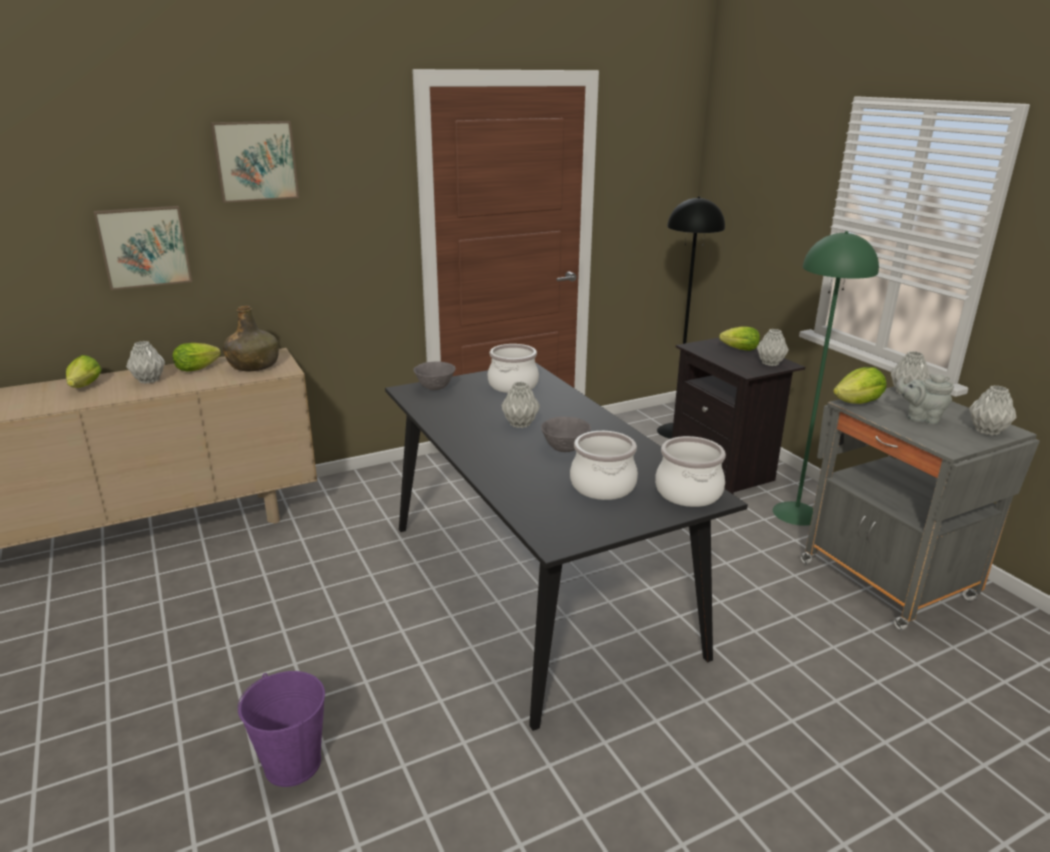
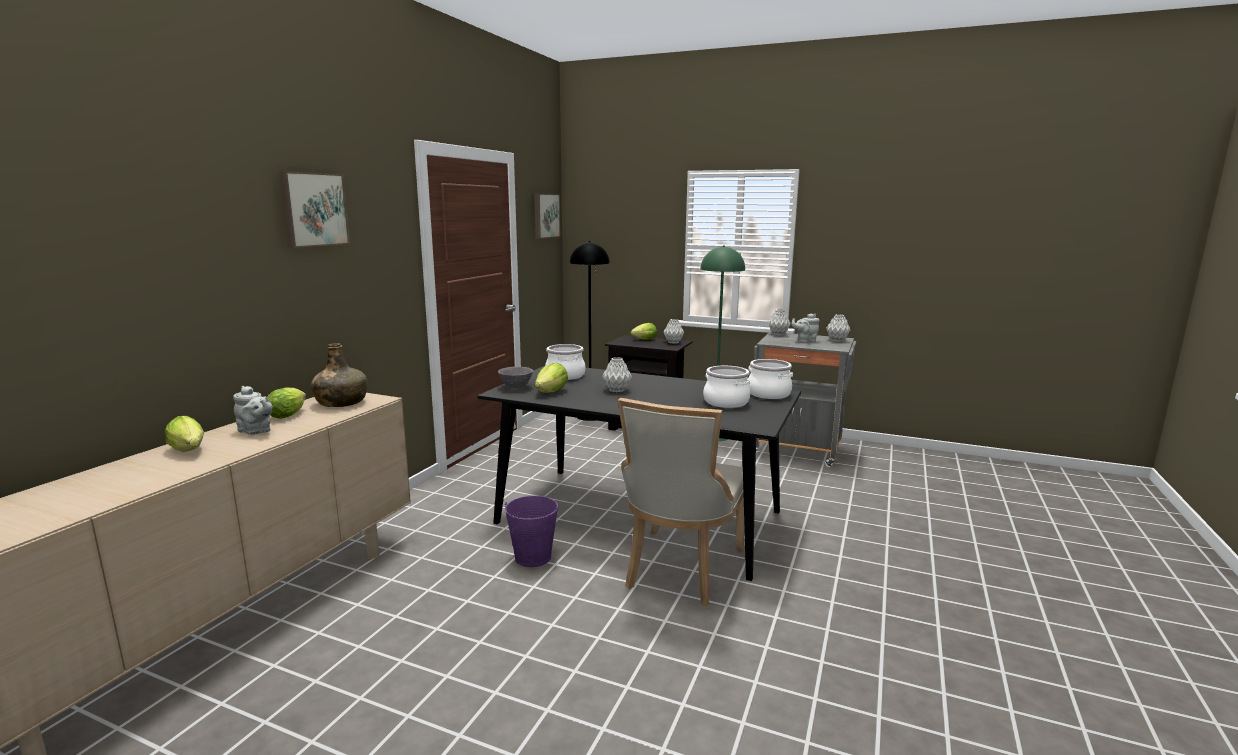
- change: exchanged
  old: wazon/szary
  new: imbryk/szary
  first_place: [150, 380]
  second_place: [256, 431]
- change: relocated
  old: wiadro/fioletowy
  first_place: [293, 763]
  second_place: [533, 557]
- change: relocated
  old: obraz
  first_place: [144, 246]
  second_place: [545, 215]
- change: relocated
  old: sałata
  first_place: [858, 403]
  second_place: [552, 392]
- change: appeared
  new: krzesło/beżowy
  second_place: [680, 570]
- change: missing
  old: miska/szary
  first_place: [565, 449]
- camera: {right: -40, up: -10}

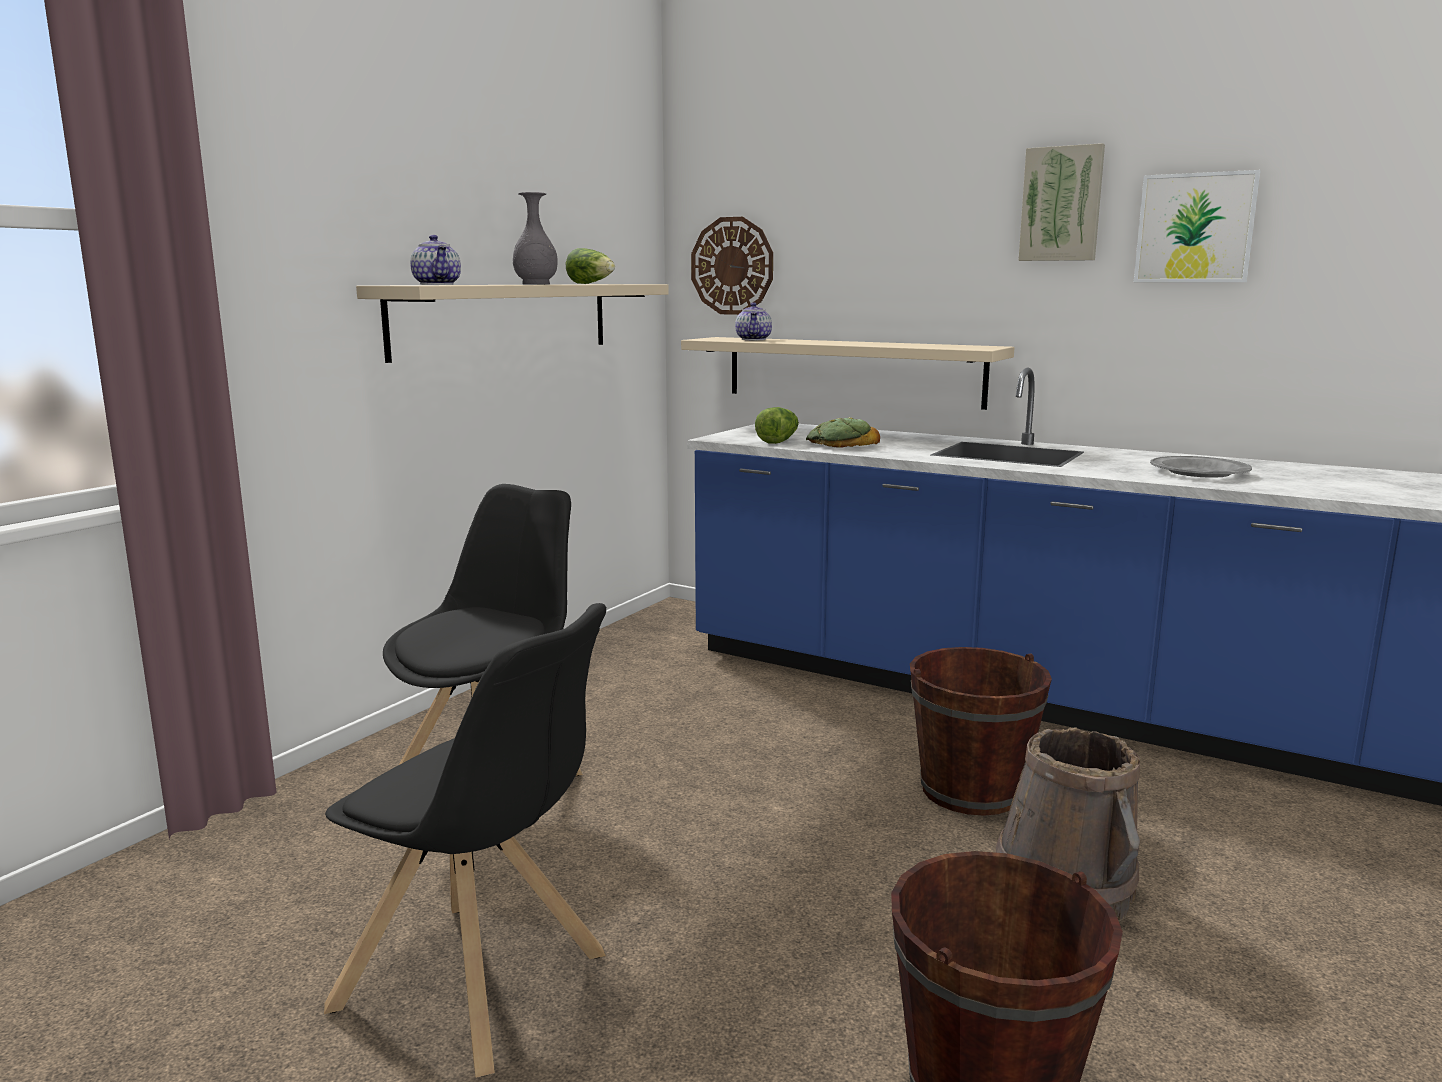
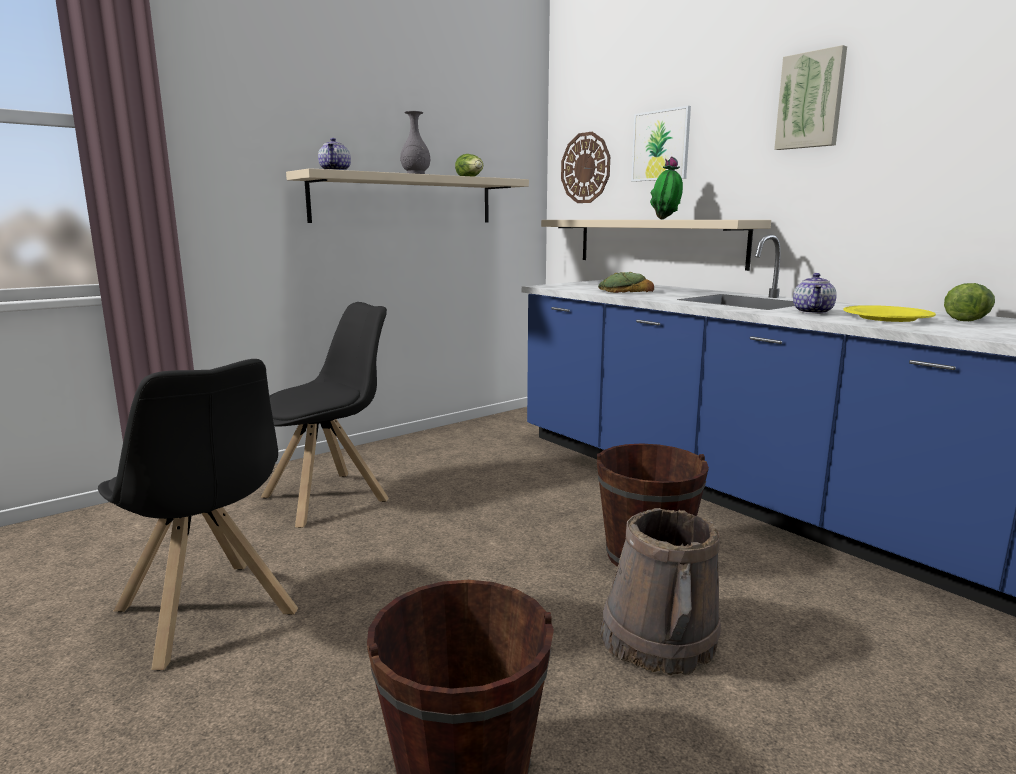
- change: relocated
  old: obraz
  first_place: [1195, 228]
  second_place: [661, 145]
- change: appeared
  new: roślina doniczkowa
  second_place: [665, 219]
- change: relocated
  old: imbryk
  first_place: [754, 339]
  second_place: [813, 312]
- change: colour
  old: talerz/szary
  new: talerz/żółty
  first_place: [1200, 472]
  second_place: [887, 318]
- change: relocated
  old: sałata
  first_place: [778, 441]
  second_place: [967, 319]
- camera: {right: 20, up: 0}

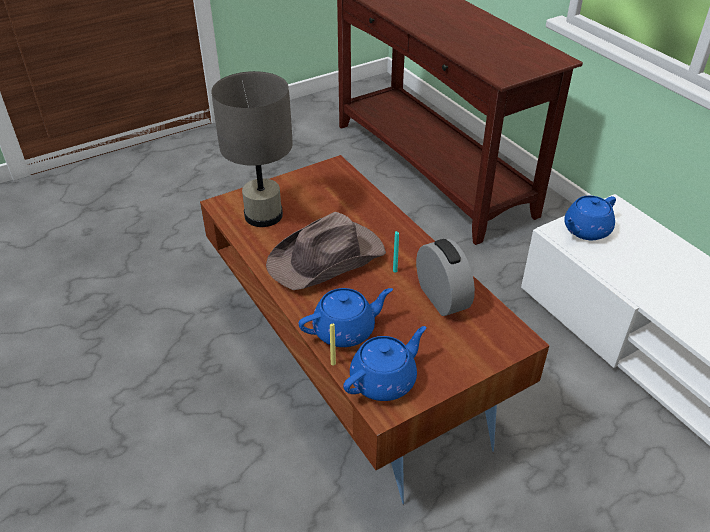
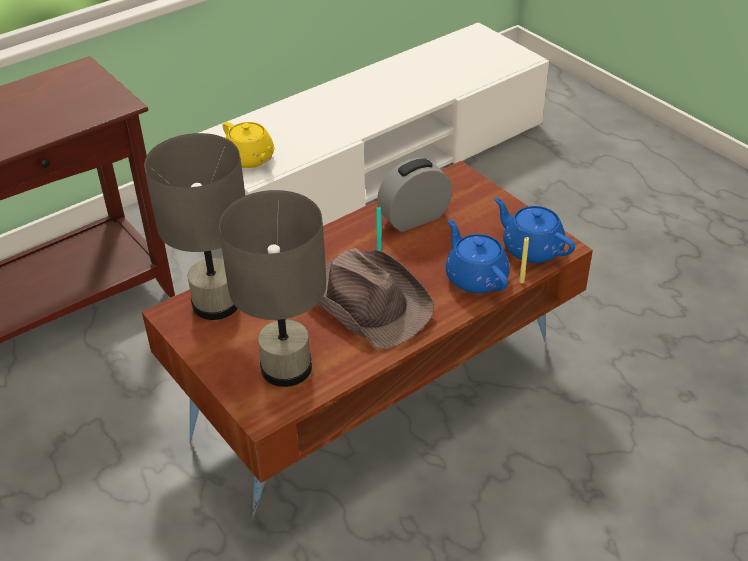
- change: appeared
  new: lampa stołowa/szary
  second_place: [215, 304]
- change: colour
  old: imbryk/niebieski
  new: imbryk/żółty
  first_place: [585, 230]
  second_place: [250, 159]
- camera: {right: -95, up: 0}

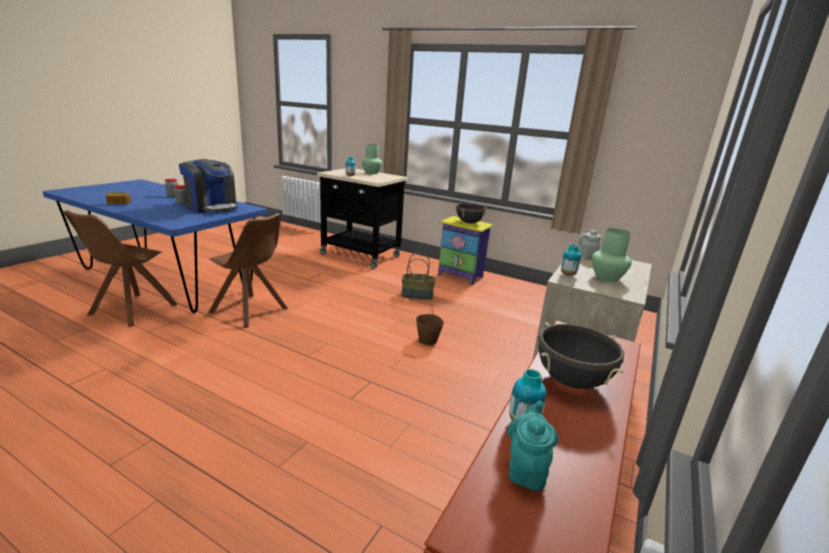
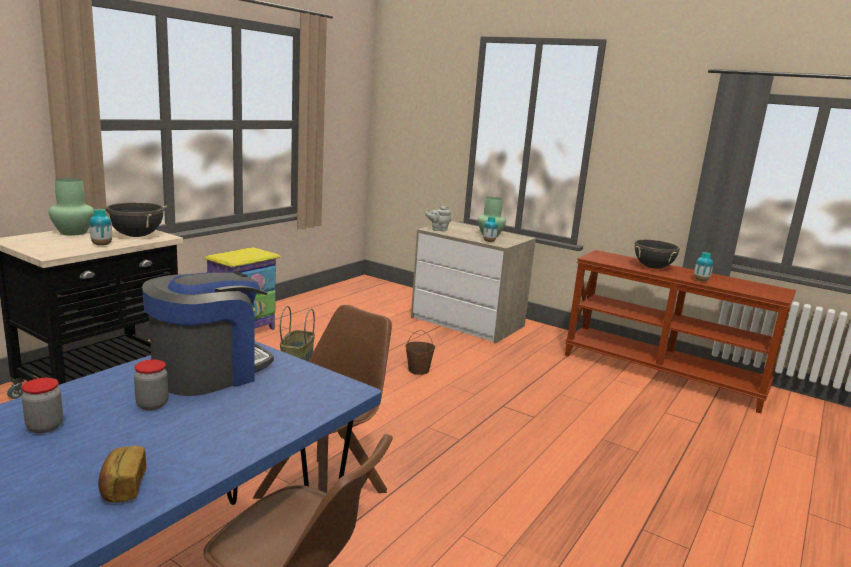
- change: relocated
  old: garnek/czarny
  first_place: [469, 222]
  second_place: [136, 236]
- change: missing
  old: imbryk/turkusowy
  first_place: [526, 469]
- camera: {right: -85, up: -5}

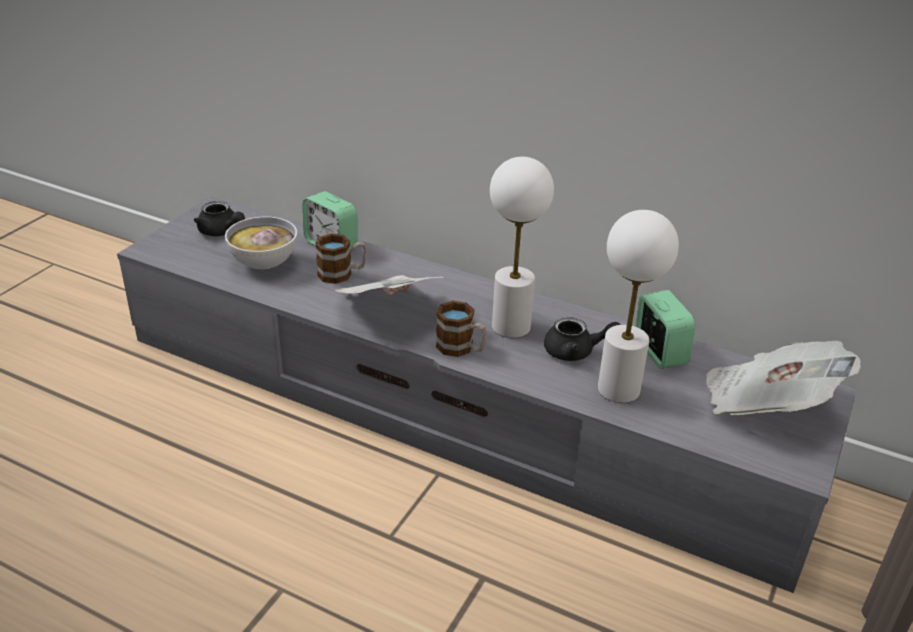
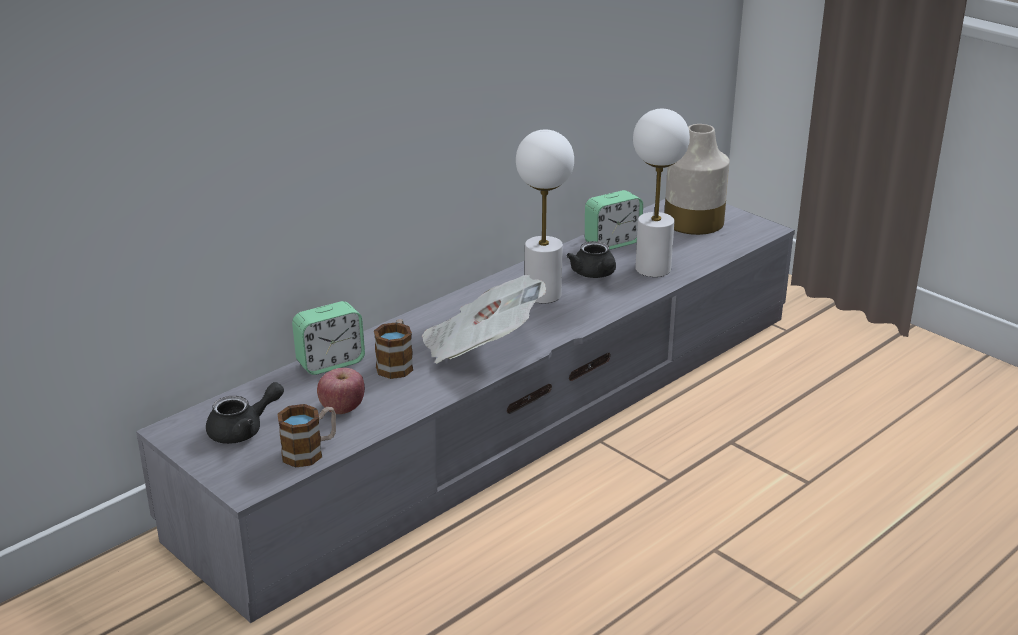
- change: relocated
  old: kubek
  first_place: [461, 348]
  second_place: [310, 451]
- change: exchanged
  old: miska
  new: jabłko
  first_place: [264, 264]
  second_place: [342, 408]
- change: spun
  old: imbryk/czarny
  first_place: [576, 352]
  second_place: [595, 274]
  degrees: 135
- change: spun
  old: budzik
  first_place: [659, 352]
  second_place: [612, 242]
  degrees: 150
- change: exchanged
  old: gazeta
  new: wazon/beżowy
  first_place: [767, 405]
  second_place: [693, 221]
- camera: {right: -70, up: -5}

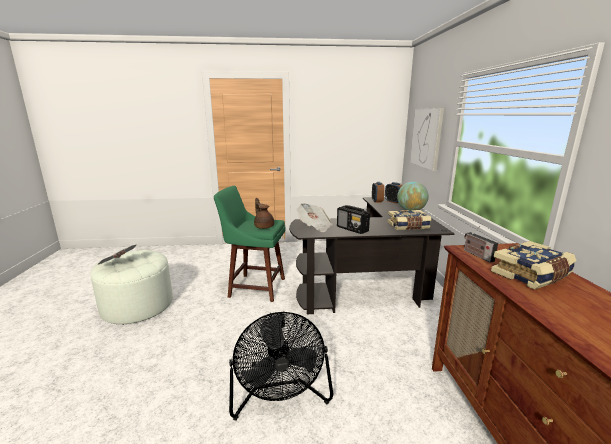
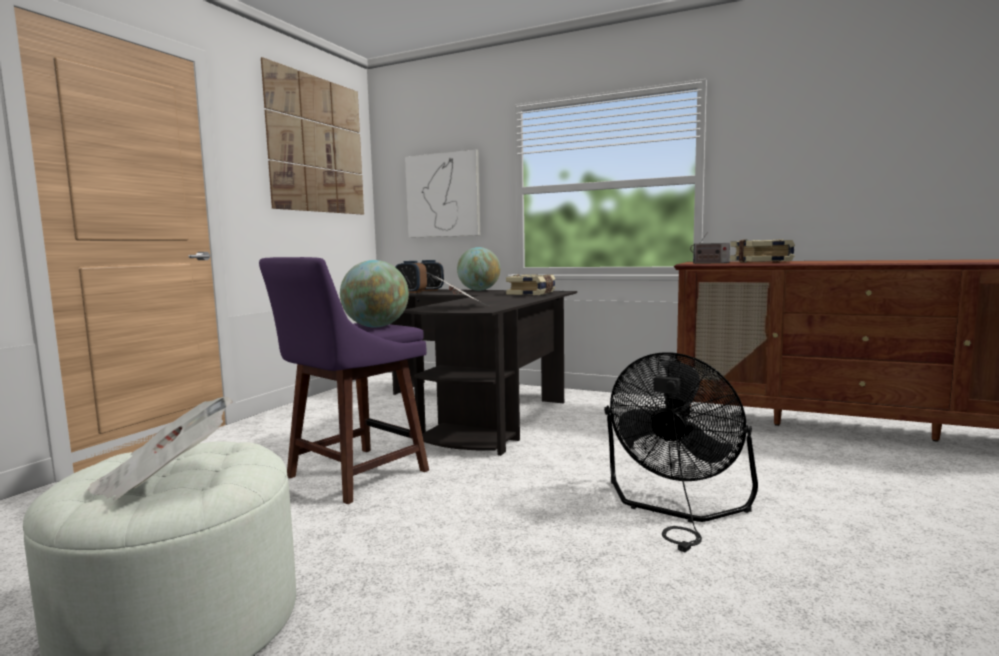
- change: colour
  old: stołek/zielony
  new: stołek/fioletowy
  first_place: [254, 287]
  second_place: [352, 475]
- change: appeared
  new: obraz
  second_place: [317, 145]
- change: exchanged
  old: imbryk/brązowy
  new: globus
  first_place: [264, 226]
  second_place: [376, 327]
- change: spun
  old: wentylator/czarny
  first_place: [276, 396]
  second_place: [673, 507]
  degrees: -75
- change: missing
  old: radio
  first_place: [352, 229]
- camera: {right: -60, up: -10}

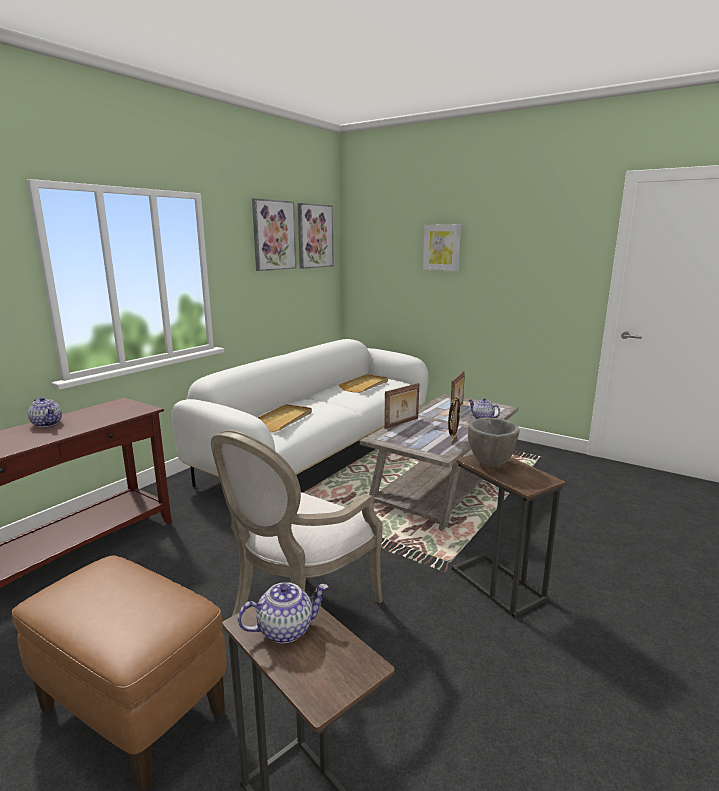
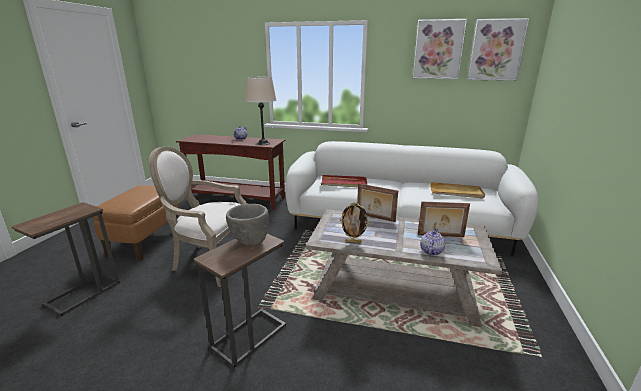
- change: appeared
  new: lampa stołowa/beżowy
  second_place: [263, 143]
- change: colour
  old: taca/beżowy
  new: taca/czerwony
  first_place: [283, 420]
  second_place: [344, 183]
- change: missing
  old: imbryk
  first_place: [285, 629]
- change: missing
  old: obraz
  first_place: [442, 247]
- camera: {right: 70, up: 5}

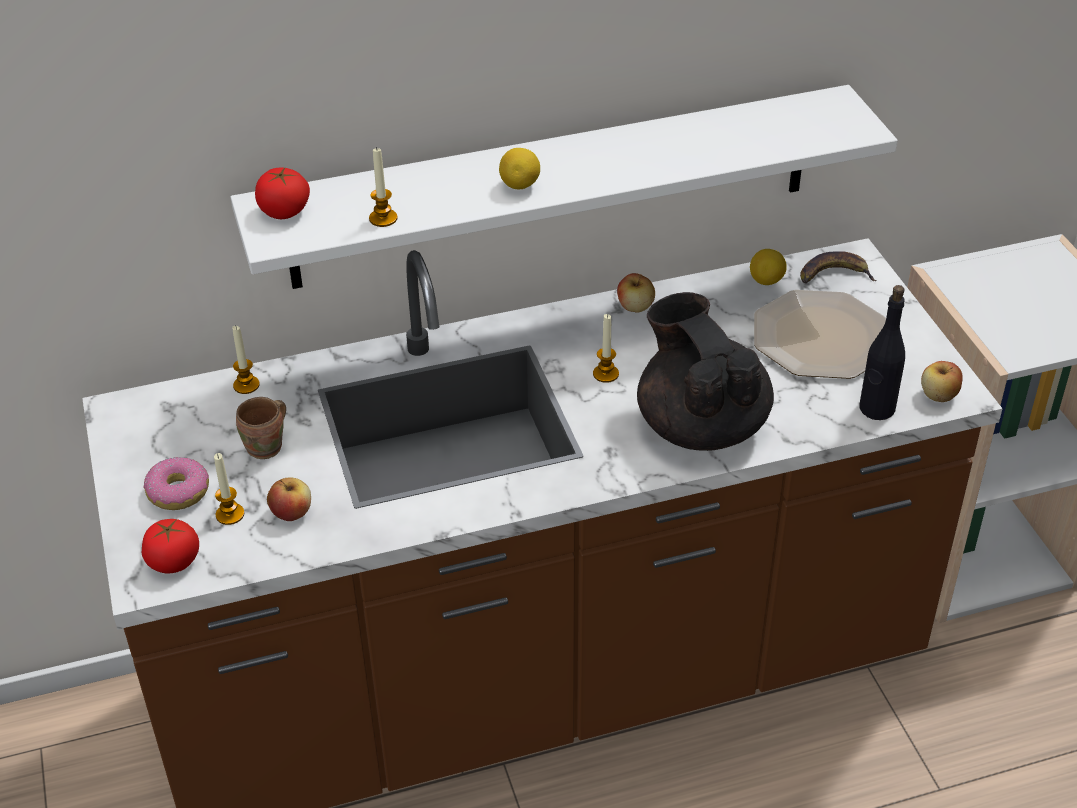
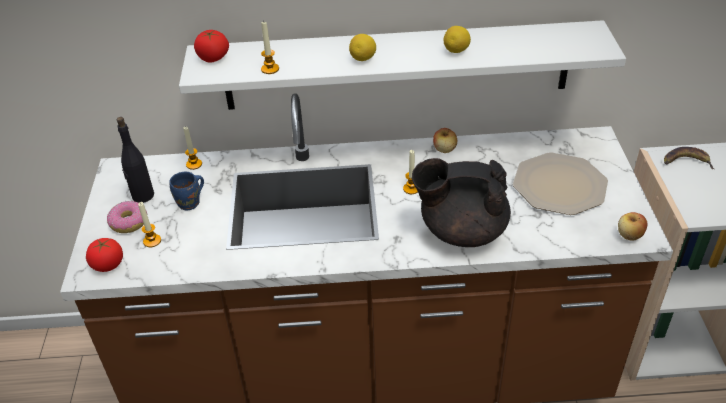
- change: relocated
  old: butelka/czarny
  first_place: [876, 409]
  second_place: [142, 196]
- change: colour
  old: kubek/brązowy
  new: kubek/niebieski
  first_place: [268, 447]
  second_place: [191, 203]
- change: spun
  old: imbryk/czarny
  first_place: [700, 425]
  second_place: [461, 230]
  degrees: -75
- change: relocated
  old: cytryna
  first_place: [766, 281]
  second_place: [456, 51]
- change: relocated
  old: banan
  first_place: [833, 275]
  second_place: [686, 161]
- change: missing
  old: jabłko
  first_place: [291, 513]
- camera: {right: 15, up: 0}

